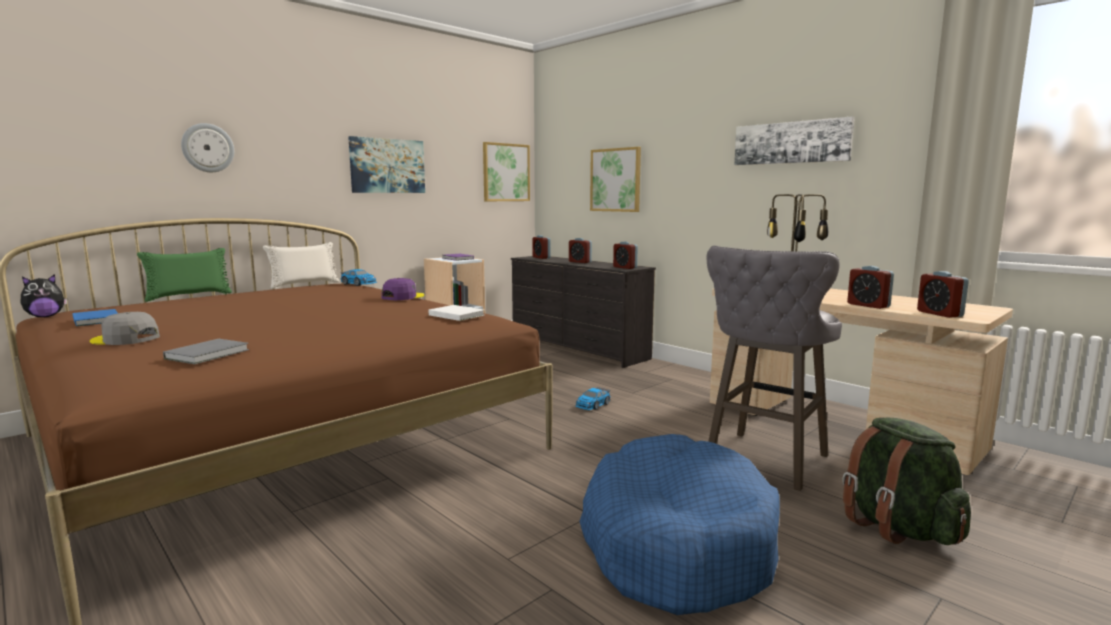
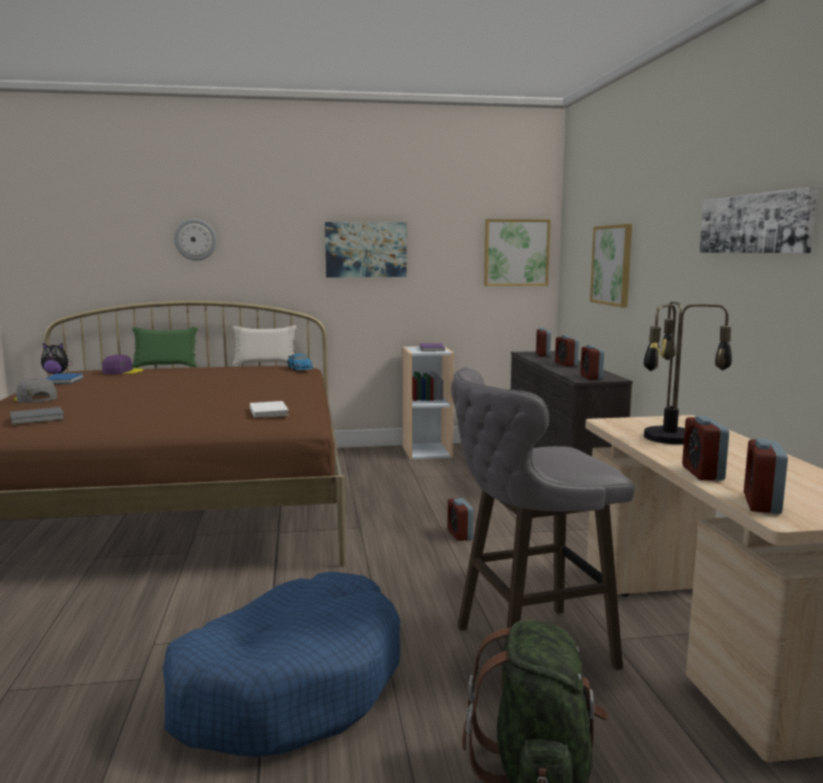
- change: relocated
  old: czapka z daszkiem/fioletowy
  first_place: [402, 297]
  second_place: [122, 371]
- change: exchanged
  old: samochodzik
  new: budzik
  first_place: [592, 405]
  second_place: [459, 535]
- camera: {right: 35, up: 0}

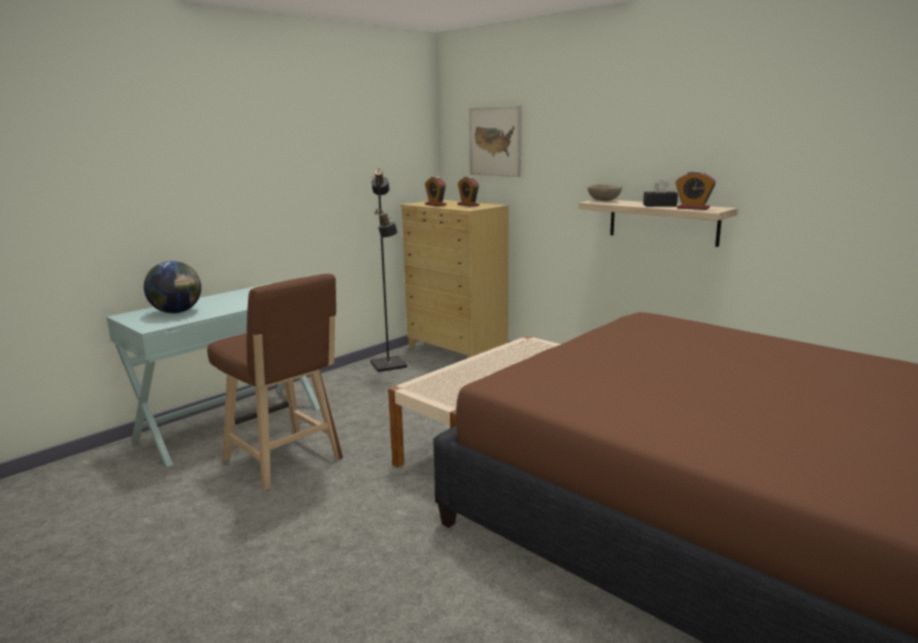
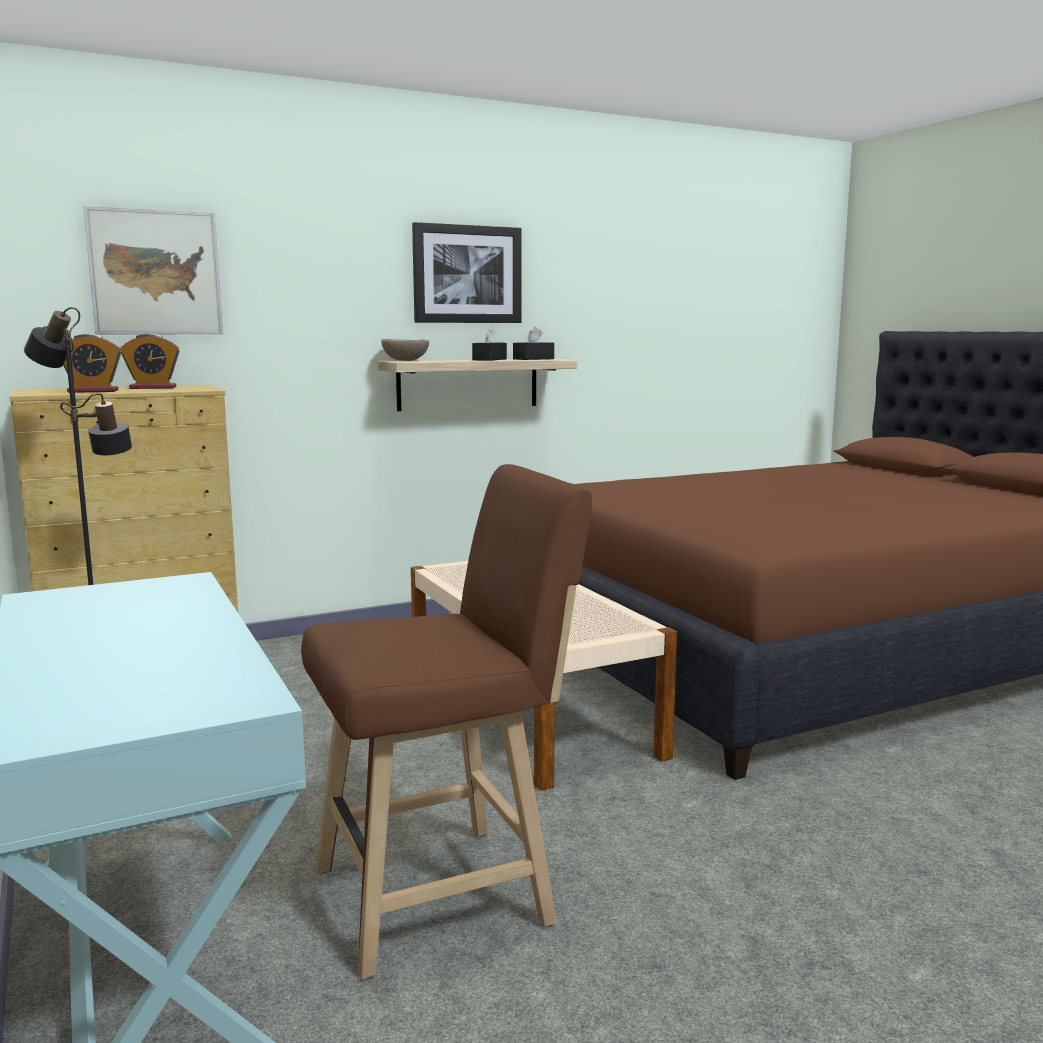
- change: appeared
  new: obraz
  second_place: [467, 274]
- change: exchanged
  old: budzik
  new: pudełko chusteczek/czarny
  first_place: [693, 208]
  second_place: [533, 359]
- change: missing
  old: globus
  first_place: [177, 312]
- camera: {right: -70, up: -5}

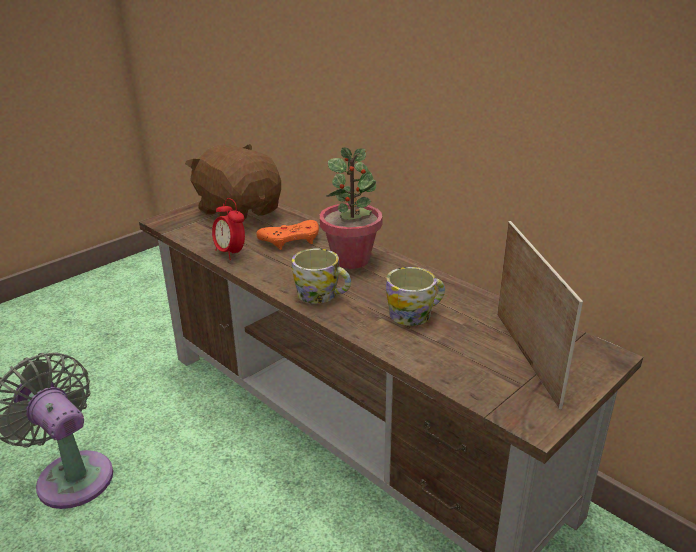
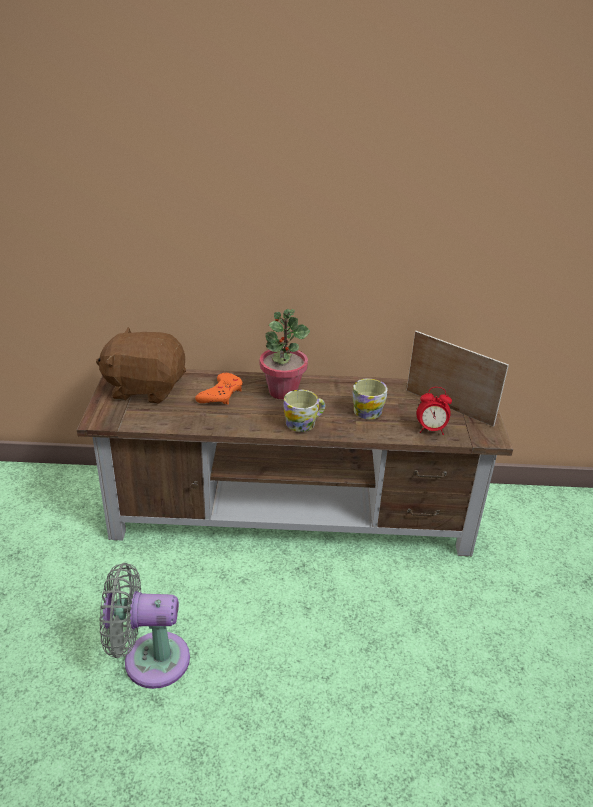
- change: relocated
  old: budzik
  first_place: [230, 253]
  second_place: [431, 430]
- camera: {right: -45, up: 5}

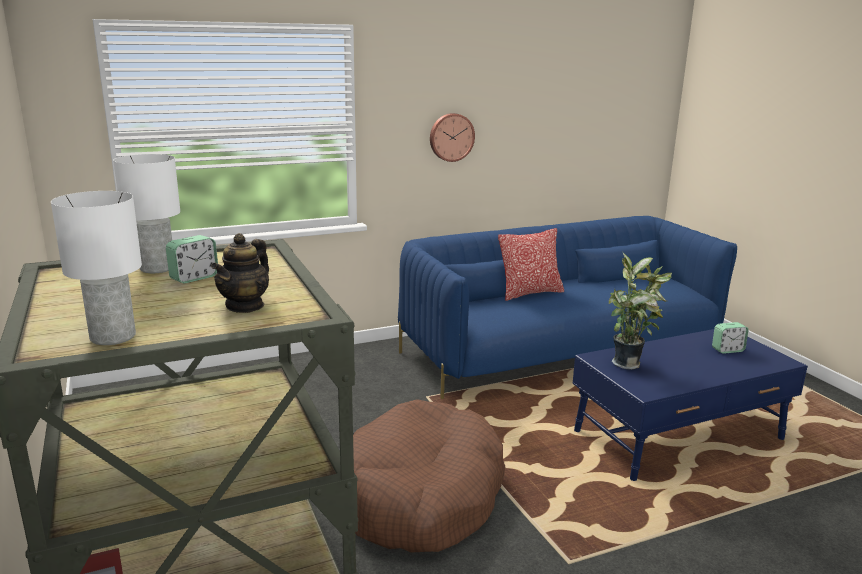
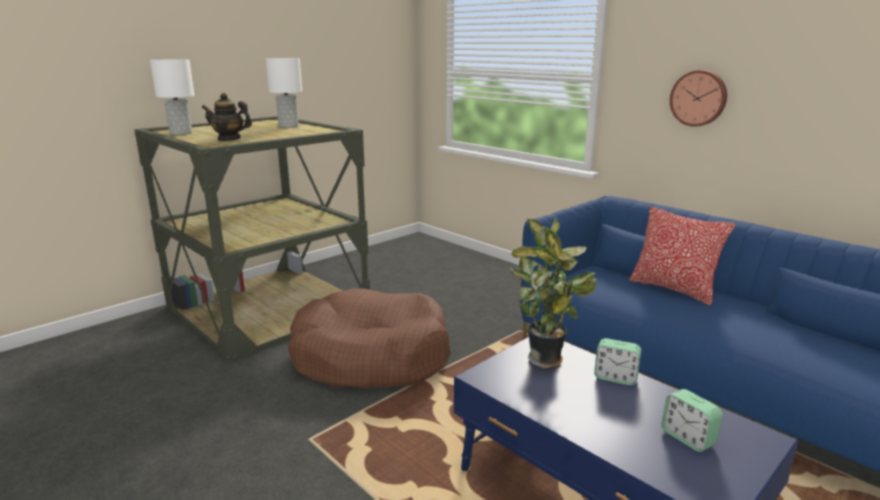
- change: relocated
  old: budzik
  first_place: [194, 278]
  second_place: [615, 377]
- camera: {right: 70, up: 0}

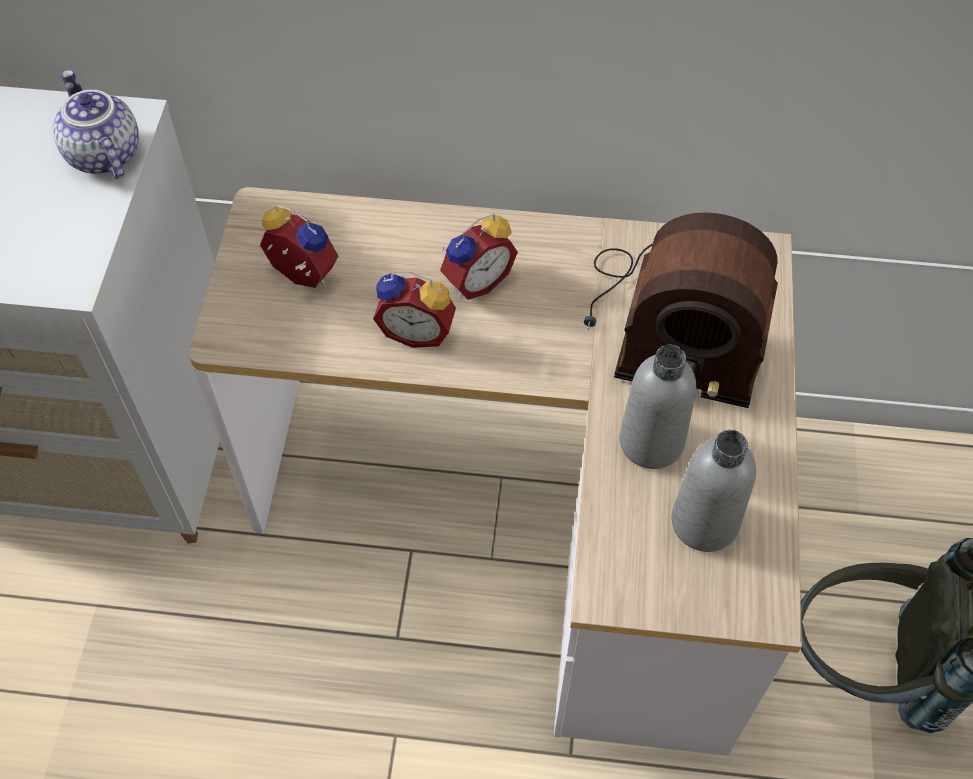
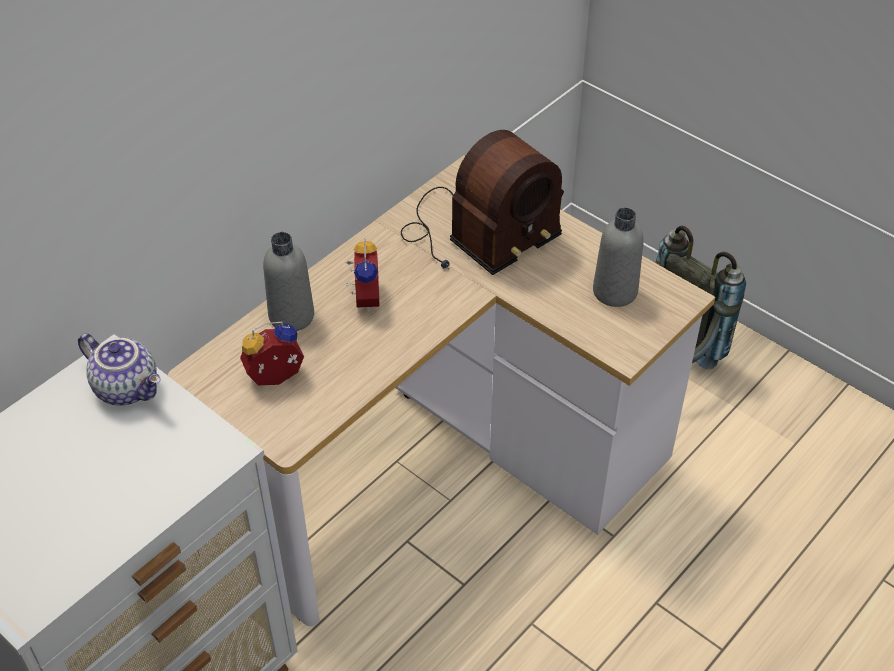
- change: spun
  old: imbryk
  first_place: [102, 155]
  second_place: [128, 387]
  degrees: -150
- change: relocated
  old: butelka/szary
  first_place: [651, 441]
  second_place: [291, 316]
- change: missing
  old: budzik
  first_place: [418, 331]
- camera: {right: -55, up: -10}

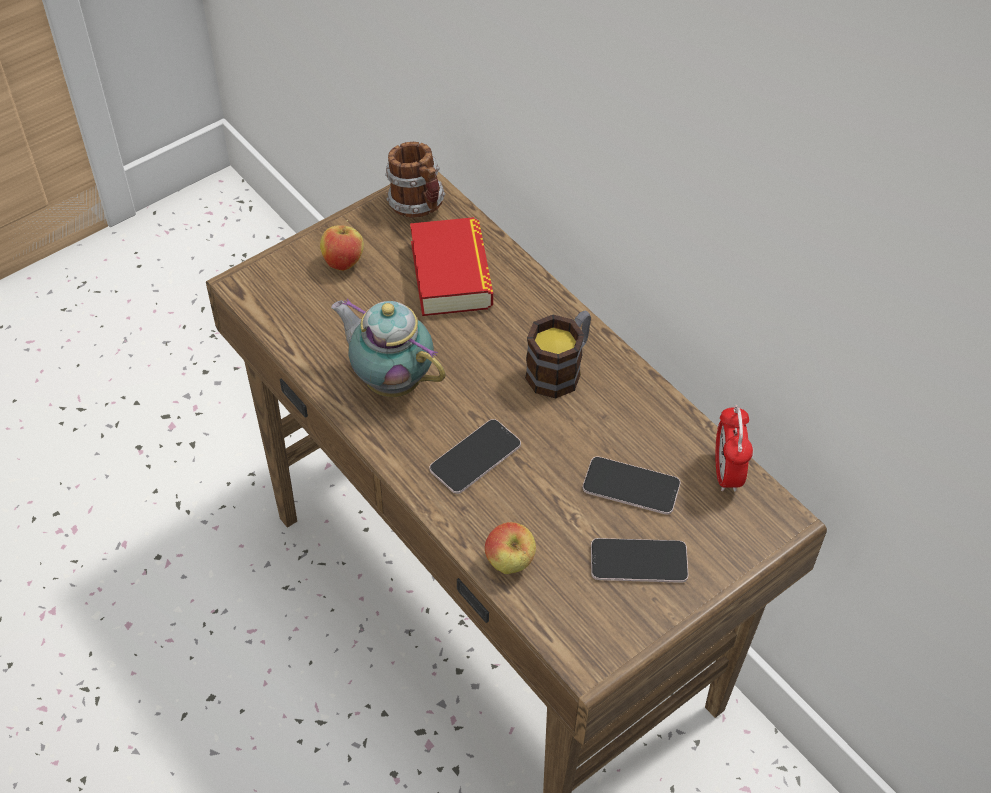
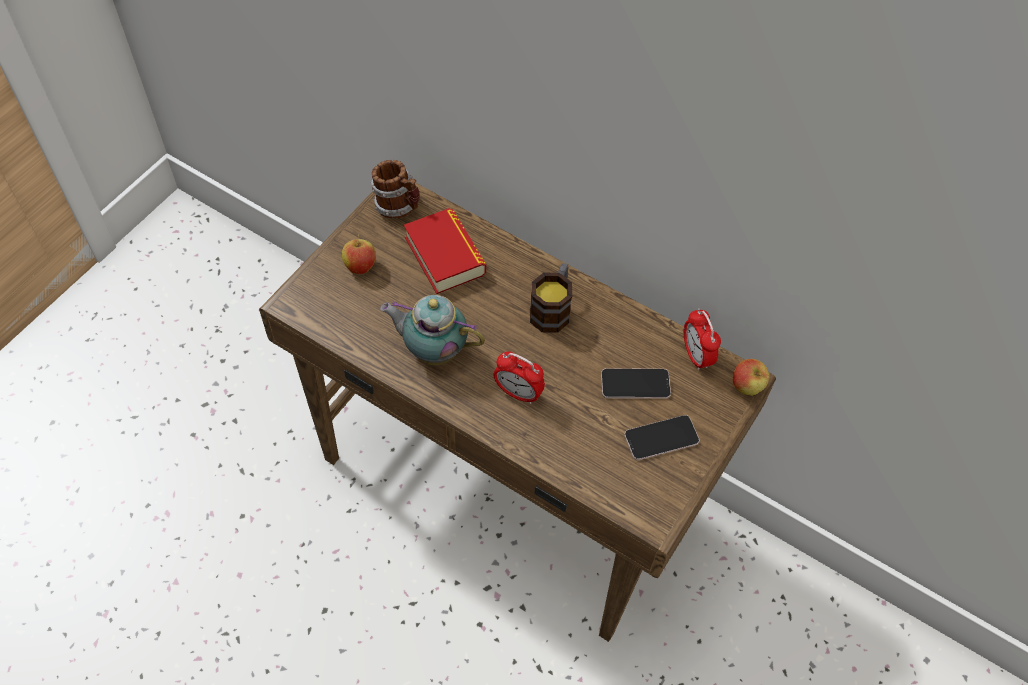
- change: exchanged
  old: telefon
  new: budzik
  first_place: [475, 457]
  second_place: [518, 393]
- change: relocated
  old: jabłko
  first_place: [509, 563]
  second_place: [746, 387]
- camera: {right: -20, up: 5}

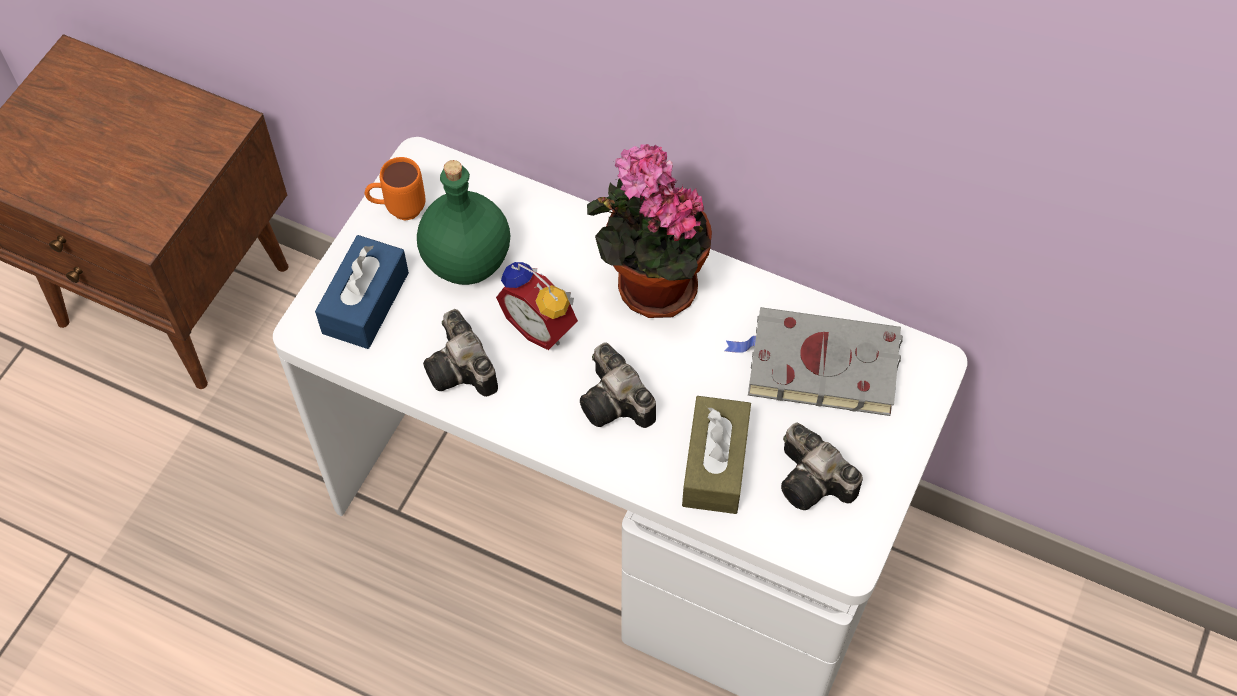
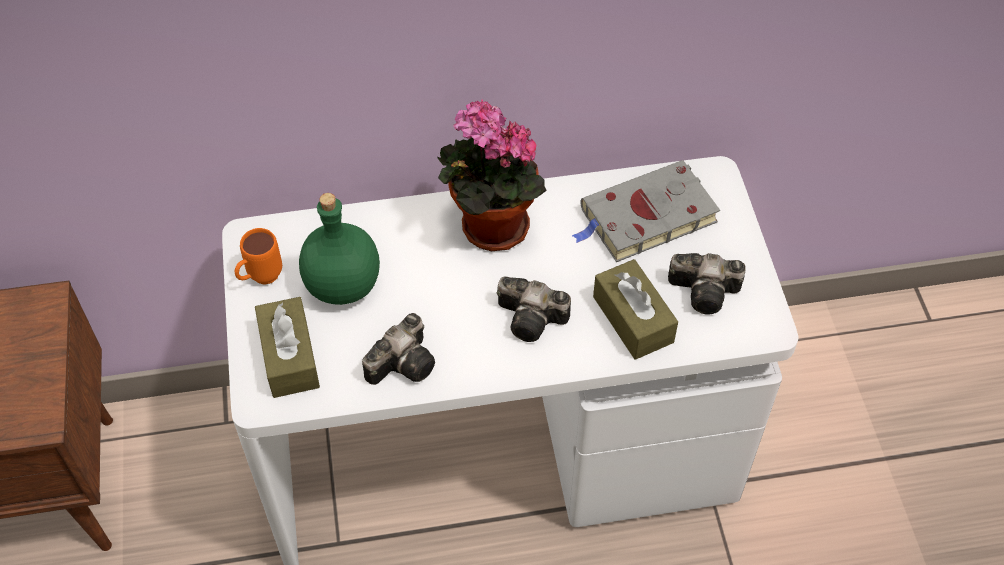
- change: colour
  old: pudełko chusteczek/niebieski
  new: pudełko chusteczek/brązowy
  first_place: [365, 303]
  second_place: [289, 357]
- change: spun
  old: aparat fotograficzny
  first_place: [463, 371]
  second_place: [405, 361]
  degrees: -75
- change: missing
  old: budzik
  first_place: [542, 325]
- camera: {right: -35, up: -5}

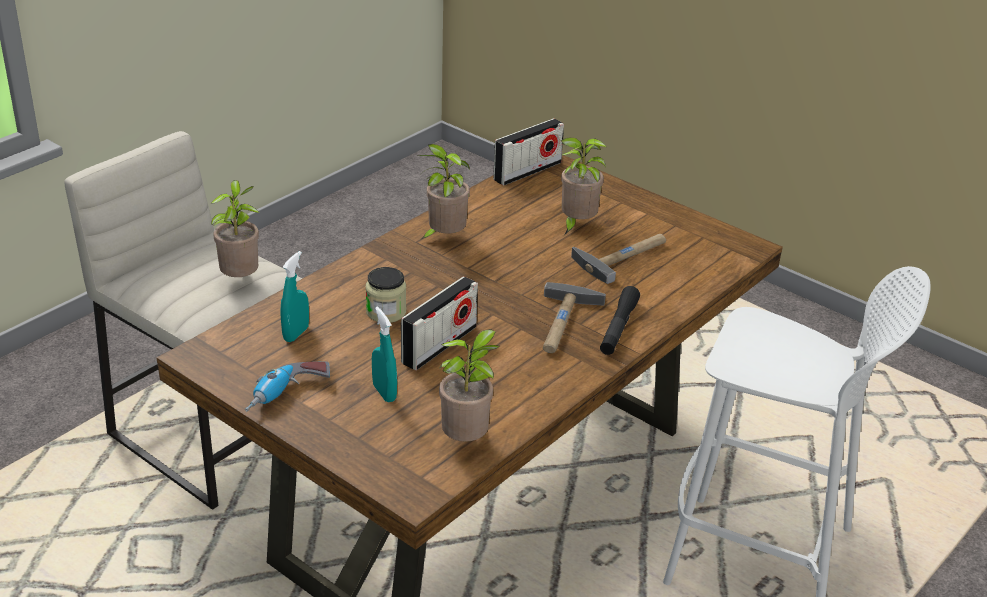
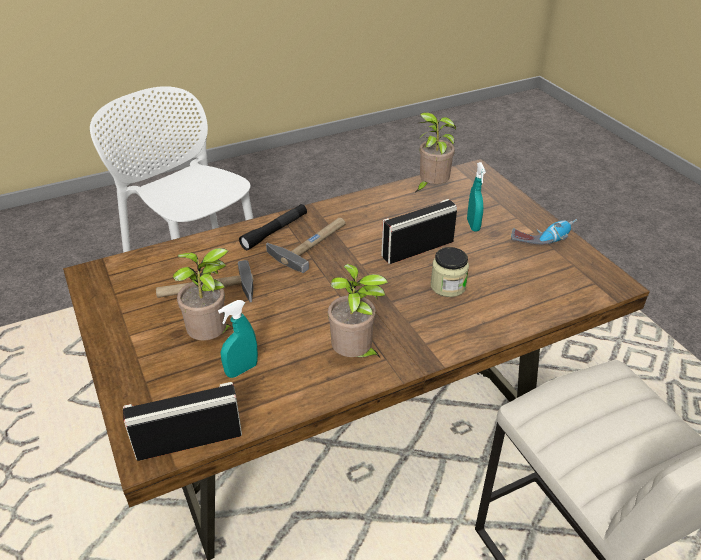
- change: relocated
  old: spryskiwacz/turkusowy
  first_place: [296, 334]
  second_place: [241, 370]
- change: missing
  old: roślina doniczkowa
  first_place: [241, 279]
- camera: {right: -155, up: 5}

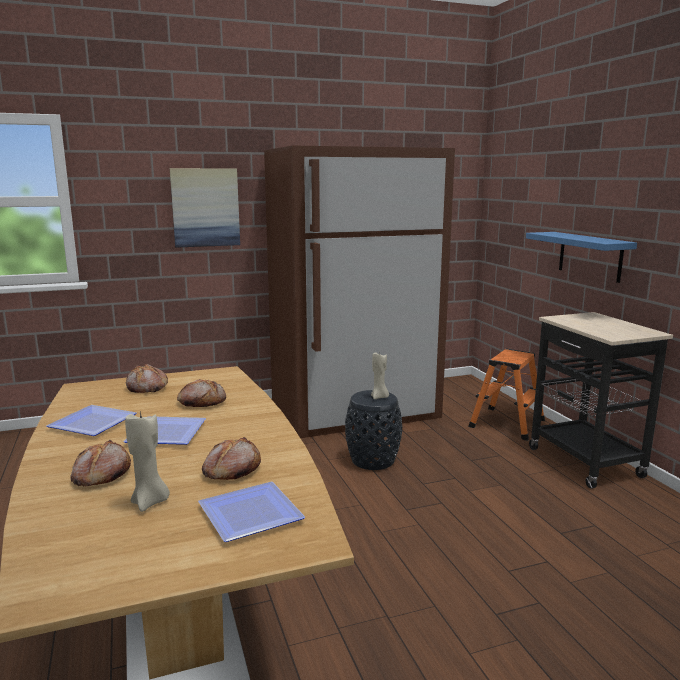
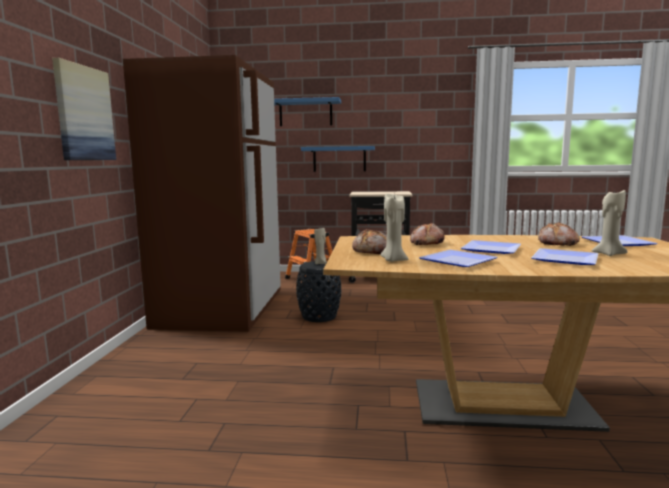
- change: appeared
  new: półka/niebieski
  second_place: [305, 113]
- change: appeared
  new: świeca/beżowy
  second_place: [393, 260]
- change: exchanged
  old: chleb
  new: talerz
  first_place: [101, 475]
  second_place: [567, 260]
- camera: {right: -65, up: -5}

